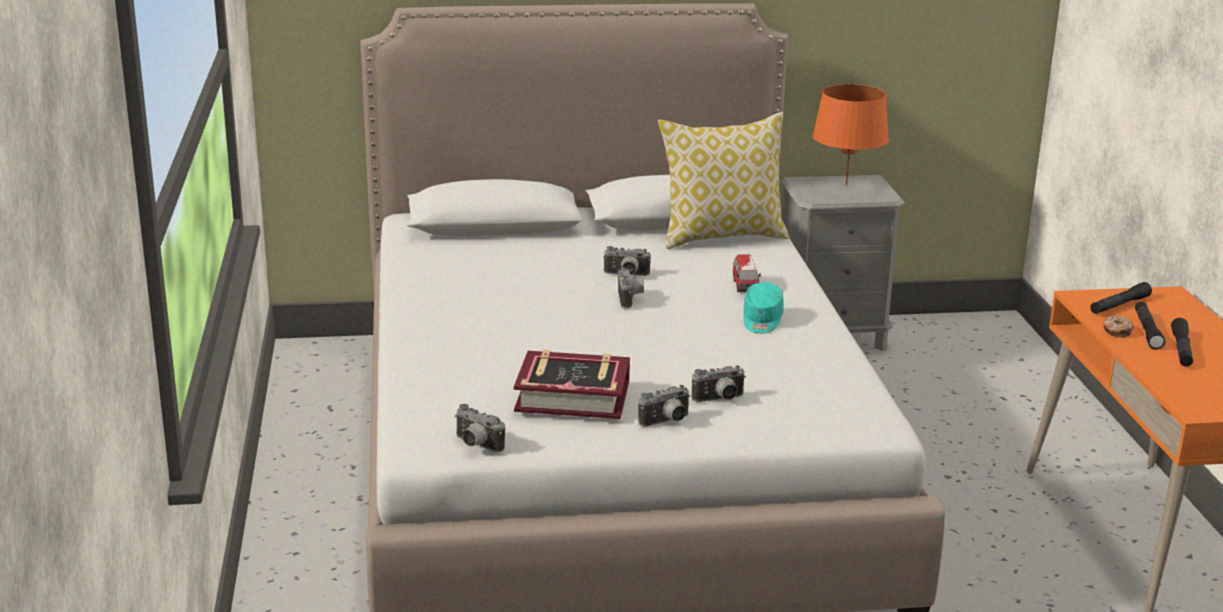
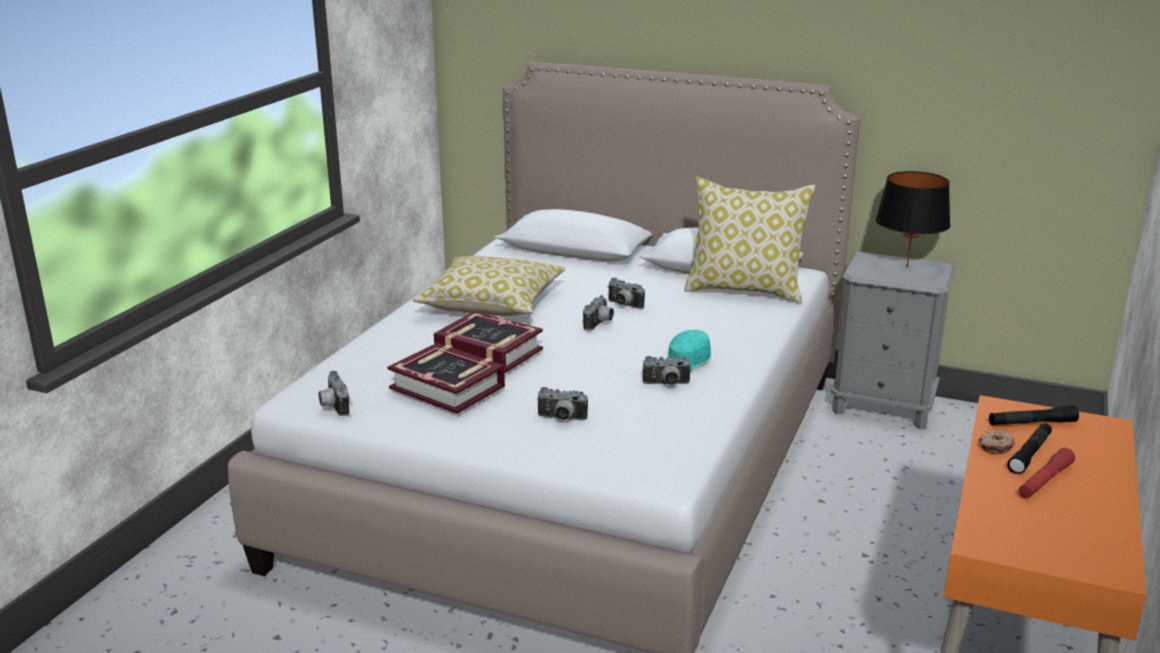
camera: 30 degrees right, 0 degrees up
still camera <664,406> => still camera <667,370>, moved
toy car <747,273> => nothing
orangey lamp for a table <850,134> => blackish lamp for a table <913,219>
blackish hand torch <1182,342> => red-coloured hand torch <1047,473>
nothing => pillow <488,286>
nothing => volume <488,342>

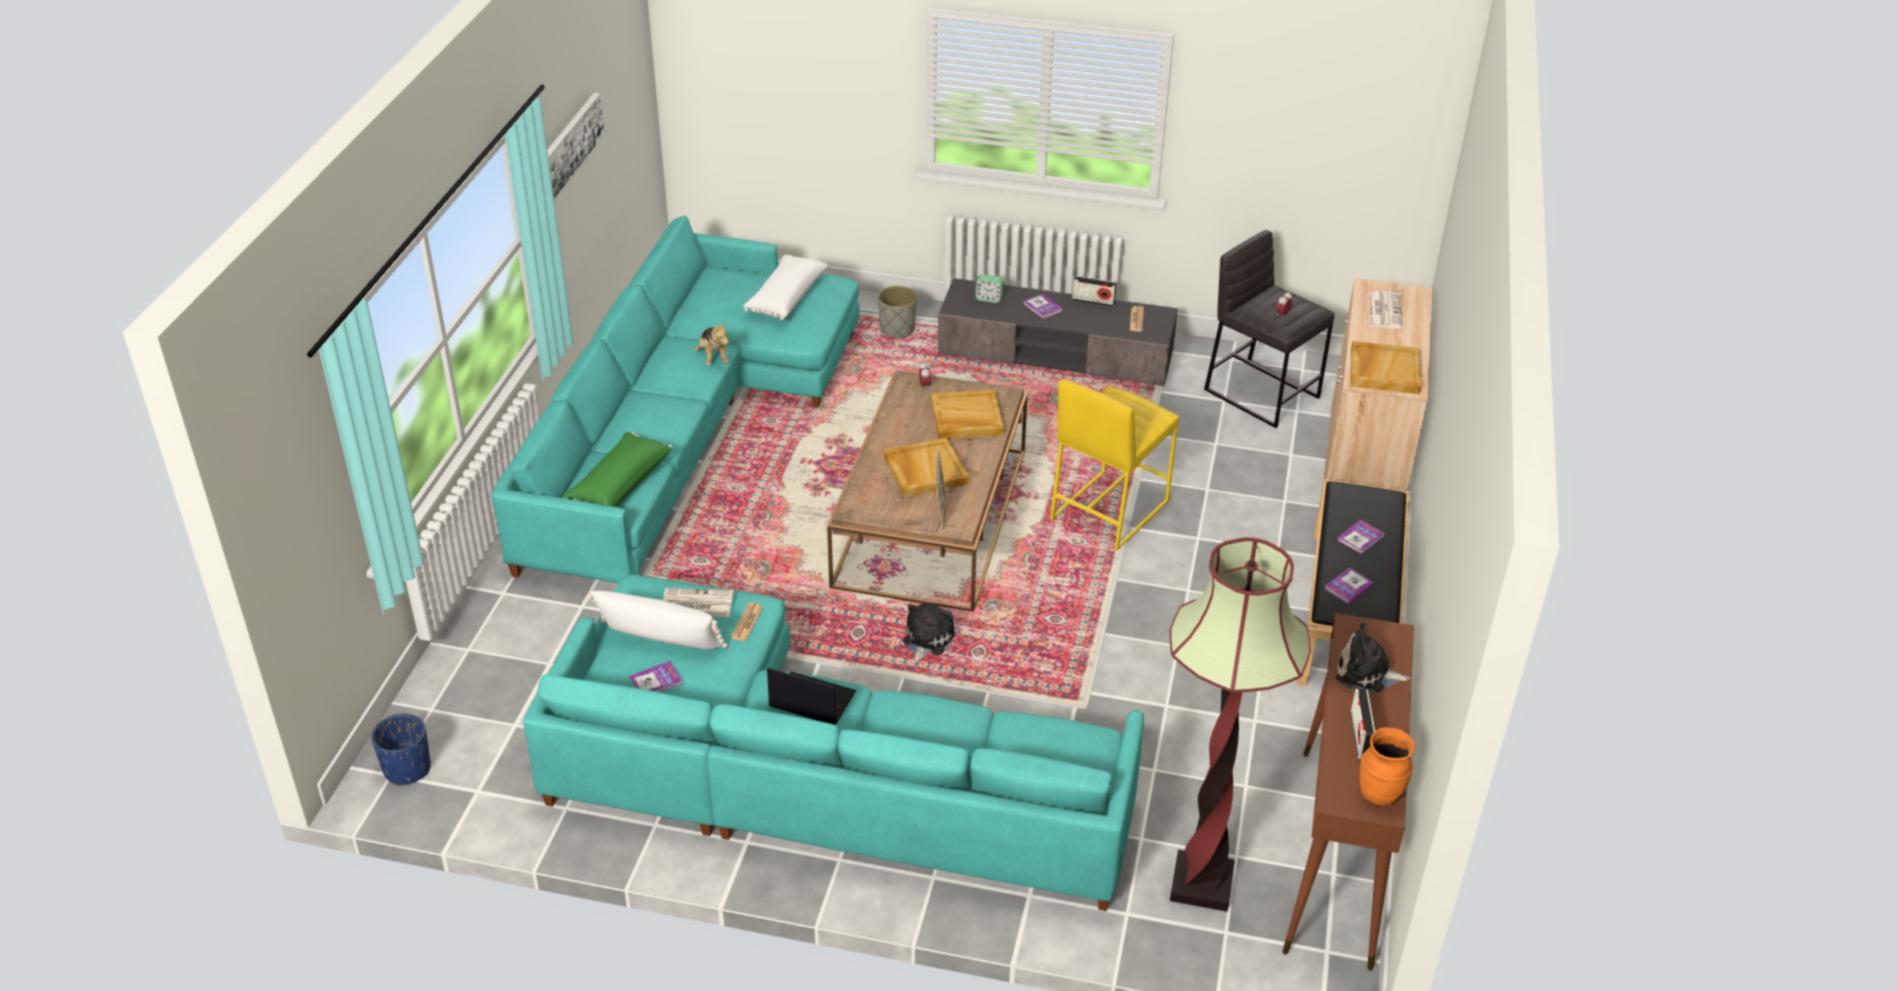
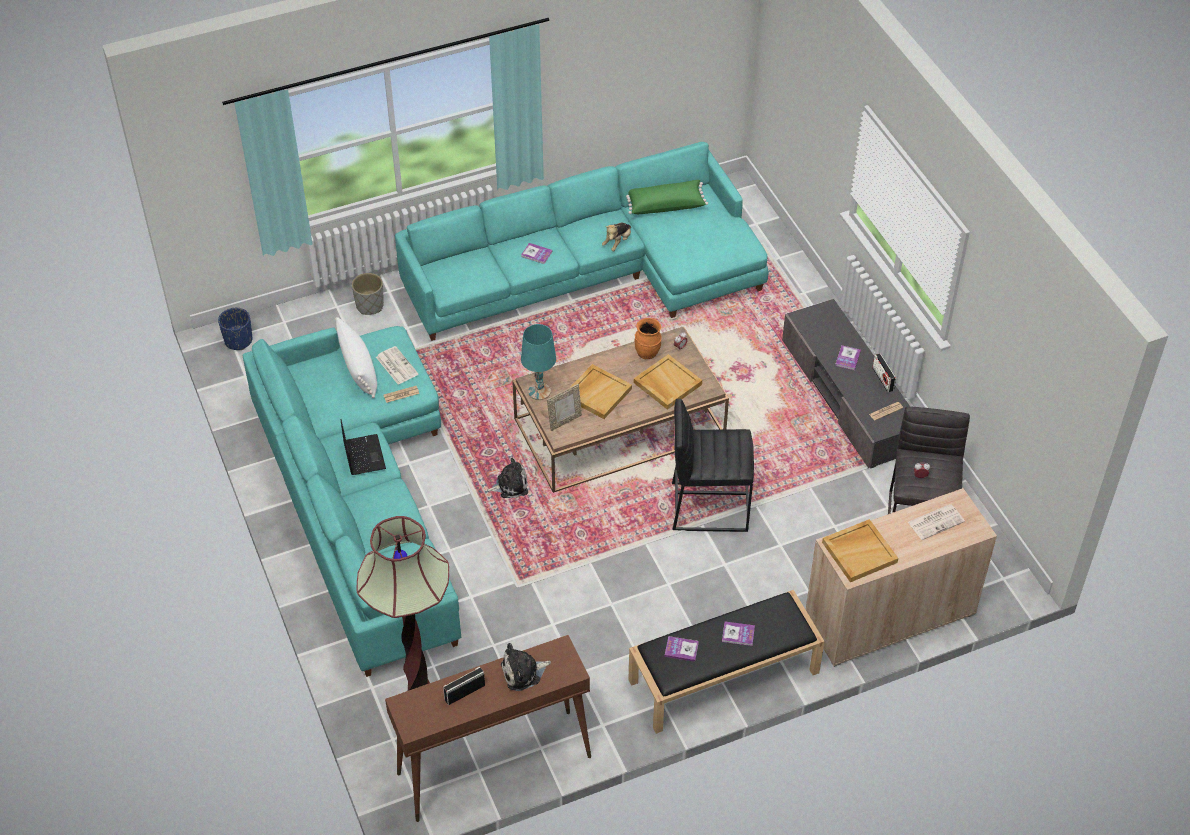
camera: 55 degrees right, 10 degrees up
wall art <575,146> => nothing
green-coloured pillow <618,469> => green-coloured pillow <667,197>, moved
volume <656,676> => volume <536,253>, moved
whitish pillow <785,287> => nothing
greyish flower pot <897,312> => greyish flower pot <368,294>, moved
alarm clock <989,288> => nothing
yellow sitting stool <1114,464> => blackish sitting stool <713,465>
soft toy <1373,657> => soft toy <526,667>, 90 degrees counterclockwise
orangey vase <1387,766> => orangey vase <648,338>, moved
nothing => turquoise-coloured lamp for a table <538,362>

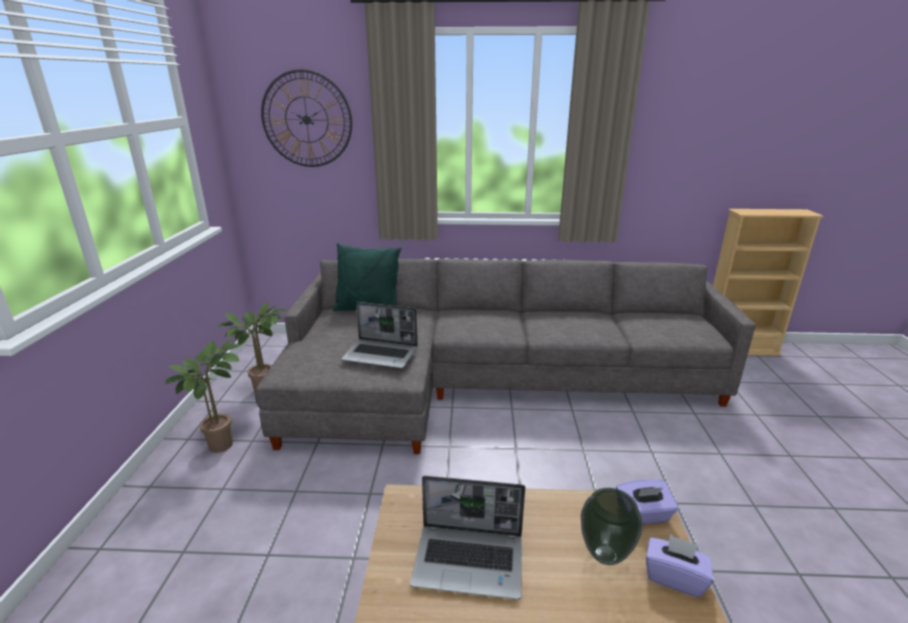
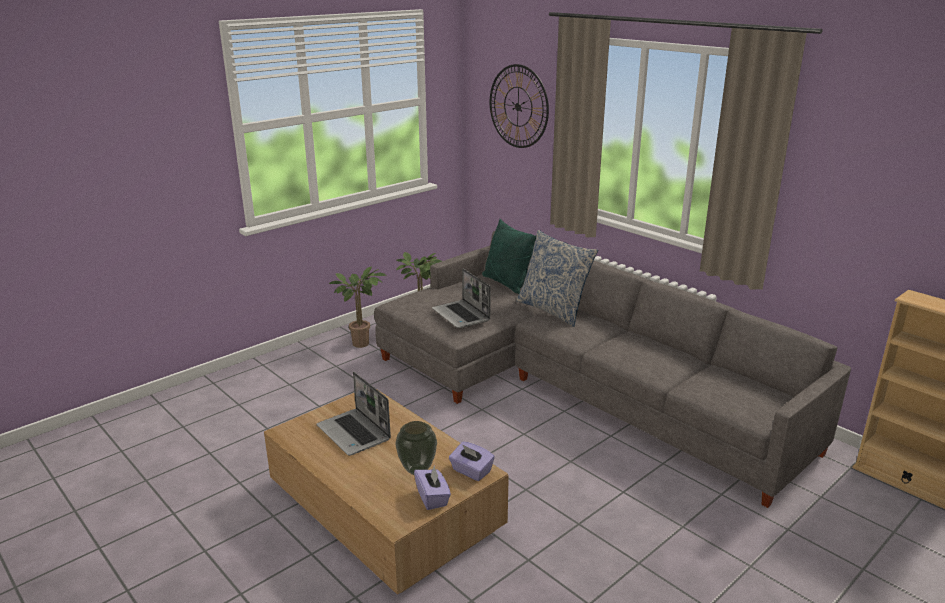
camera: 45 degrees right, 0 degrees up
nothing => pillow <557,278>

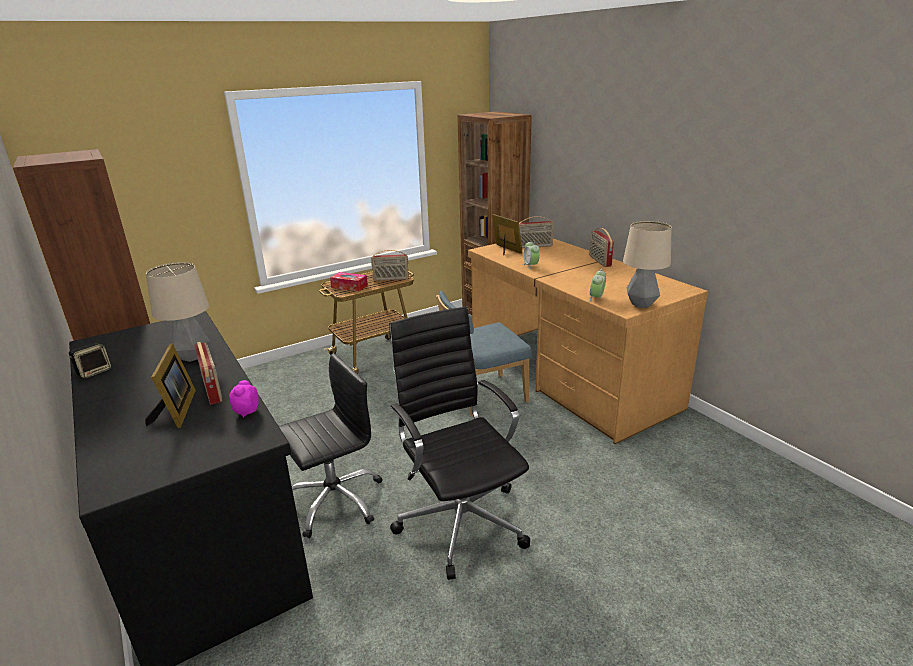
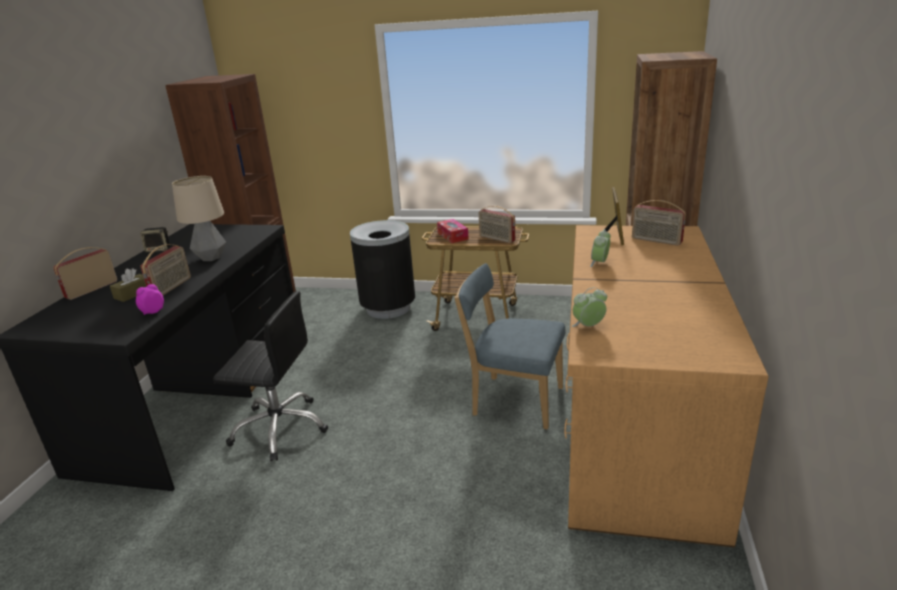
camera: 45 degrees right, 0 degrees up
photo frame <170,385> => brown box of tissues <128,285>
blackish desk chair <459,443> => nothing
radio receiver <601,247> => radio receiver <85,273>, moved
lamp for a table <647,264> => nothing
nothing => blackish waste bin <382,269>

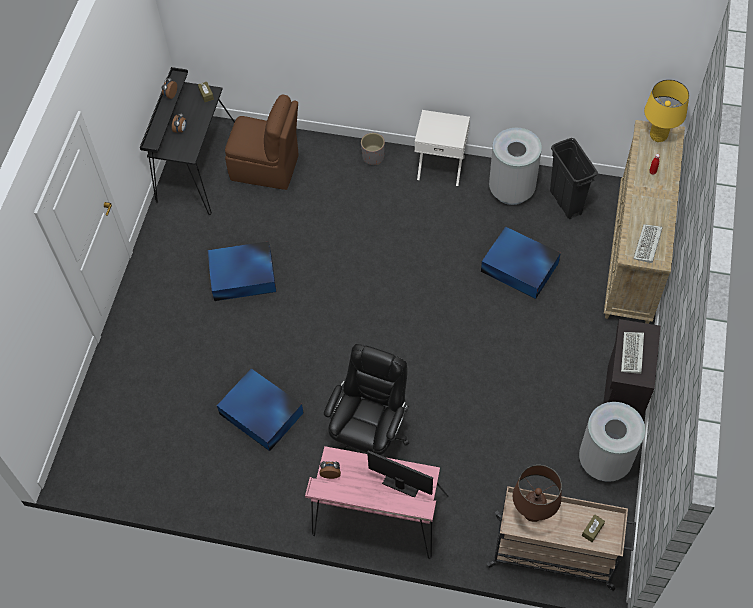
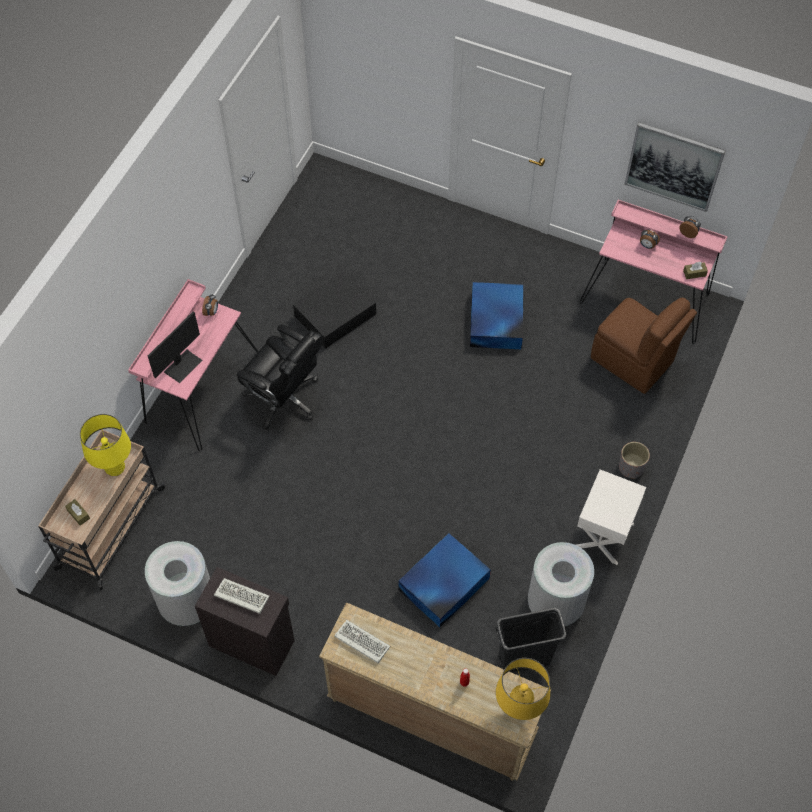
camera: 100 degrees right, 0 degrees up
blackish desk unit <187,141> => pinkish desk unit <654,272>
blue storage bin <260,409> => blackish storage bin <334,310>
brown chair <262,142> => brown chair <644,346>, 75 degrees counterclockwise
brown lamp for a table <537,493> => yellow lamp for a table <105,445>
nothing => wall art <675,167>

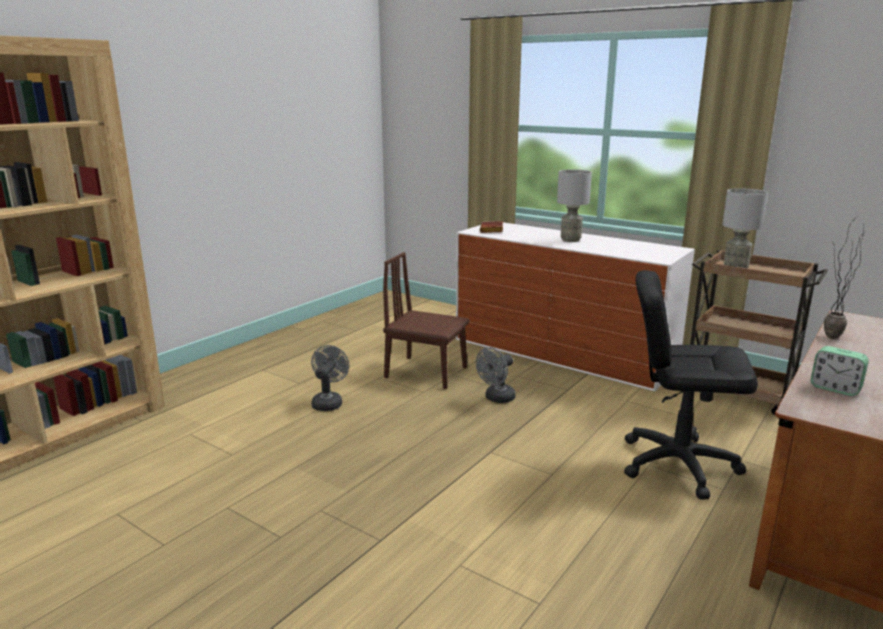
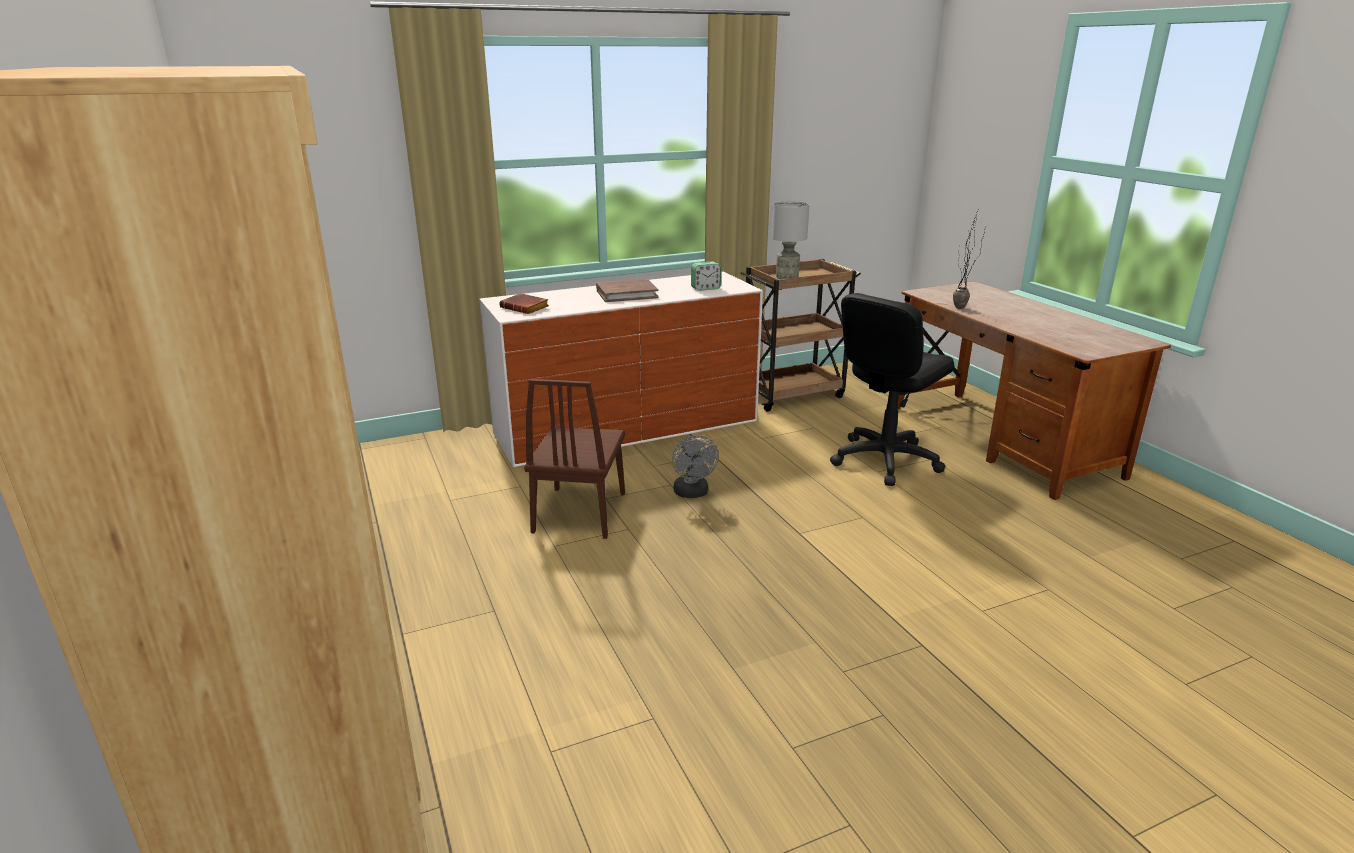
camera: 60 degrees left, 5 degrees up
greyish cooling fan <330,378> => nothing
brown chair <426,320> => brown chair <574,459>, 45 degrees counterclockwise
greyish lamp for a table <574,206> => brown volume <627,290>
alarm clock <839,371> => alarm clock <706,276>, moved

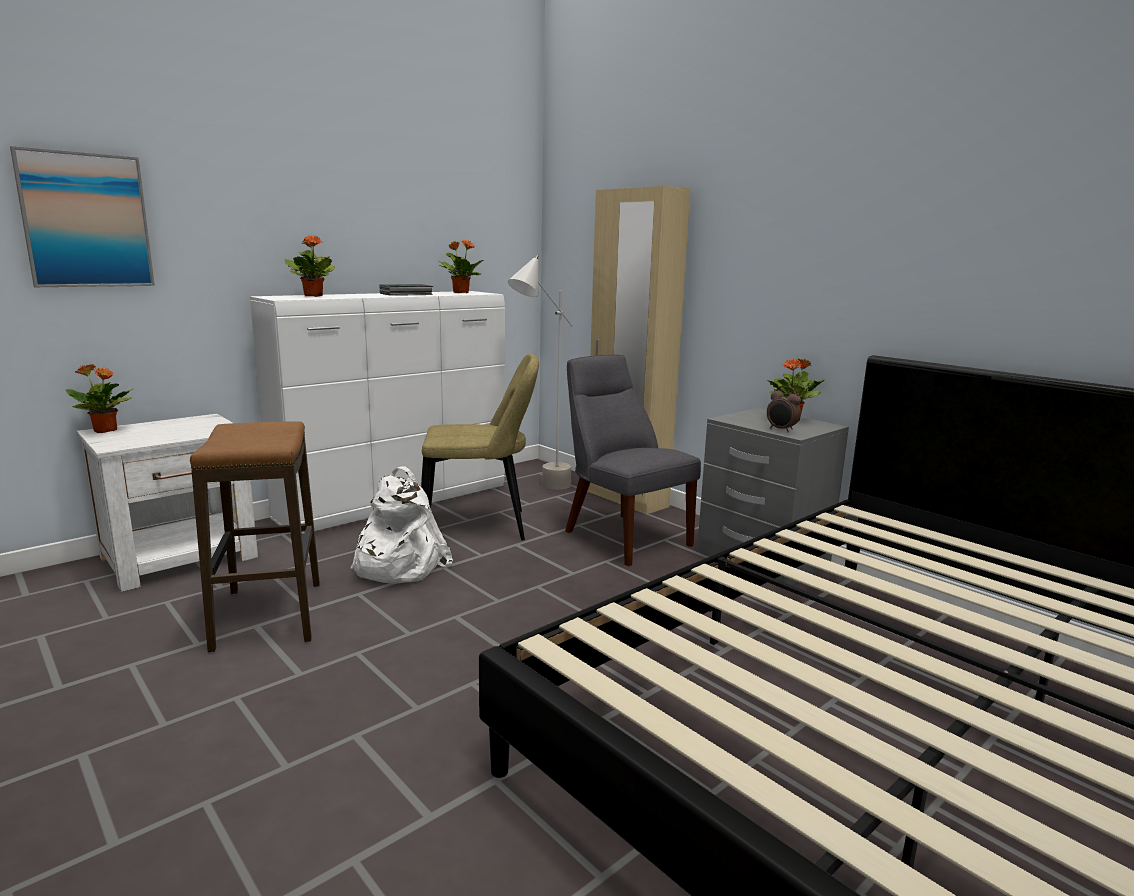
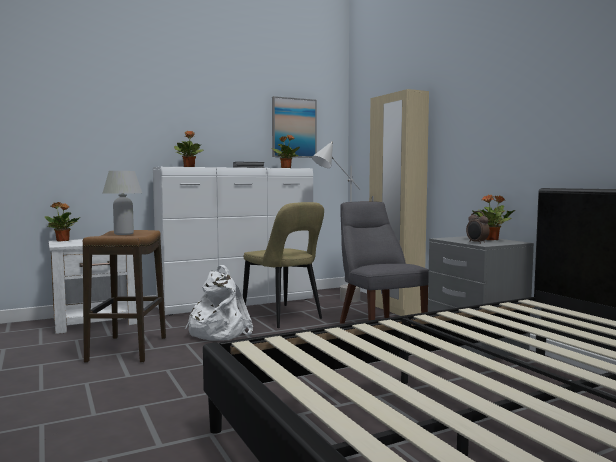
camera: 15 degrees right, 10 degrees down
wall art <82,216> => wall art <294,127>, moved
beige chair <480,447> => beige chair <283,265>, 45 degrees clockwise
nothing => whitish lamp for a table <122,203>

